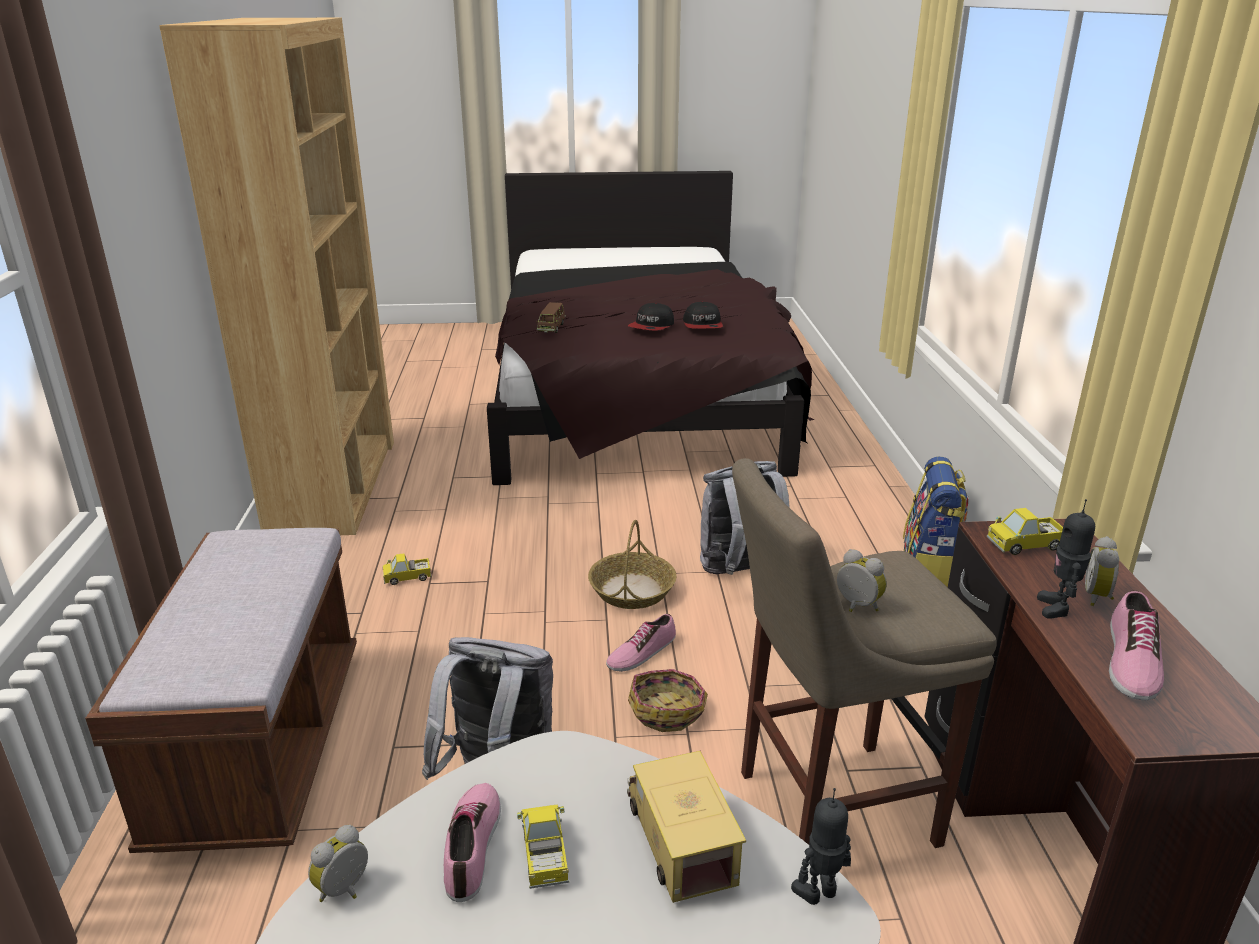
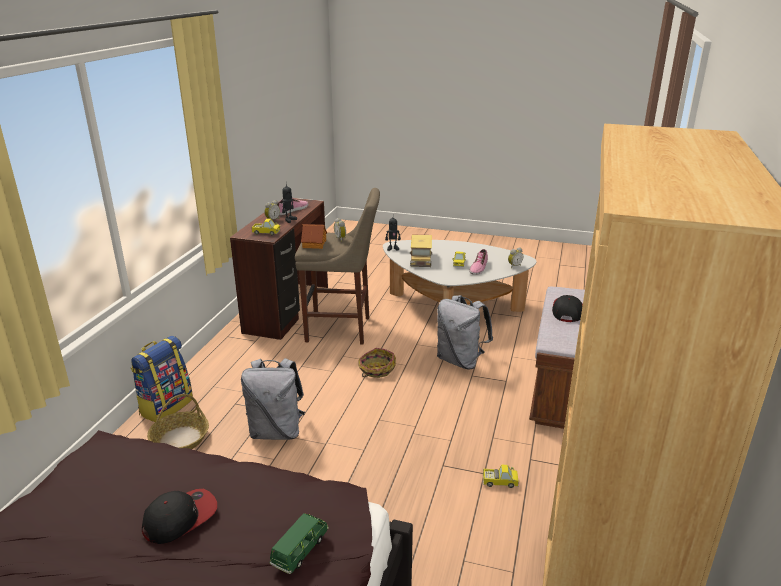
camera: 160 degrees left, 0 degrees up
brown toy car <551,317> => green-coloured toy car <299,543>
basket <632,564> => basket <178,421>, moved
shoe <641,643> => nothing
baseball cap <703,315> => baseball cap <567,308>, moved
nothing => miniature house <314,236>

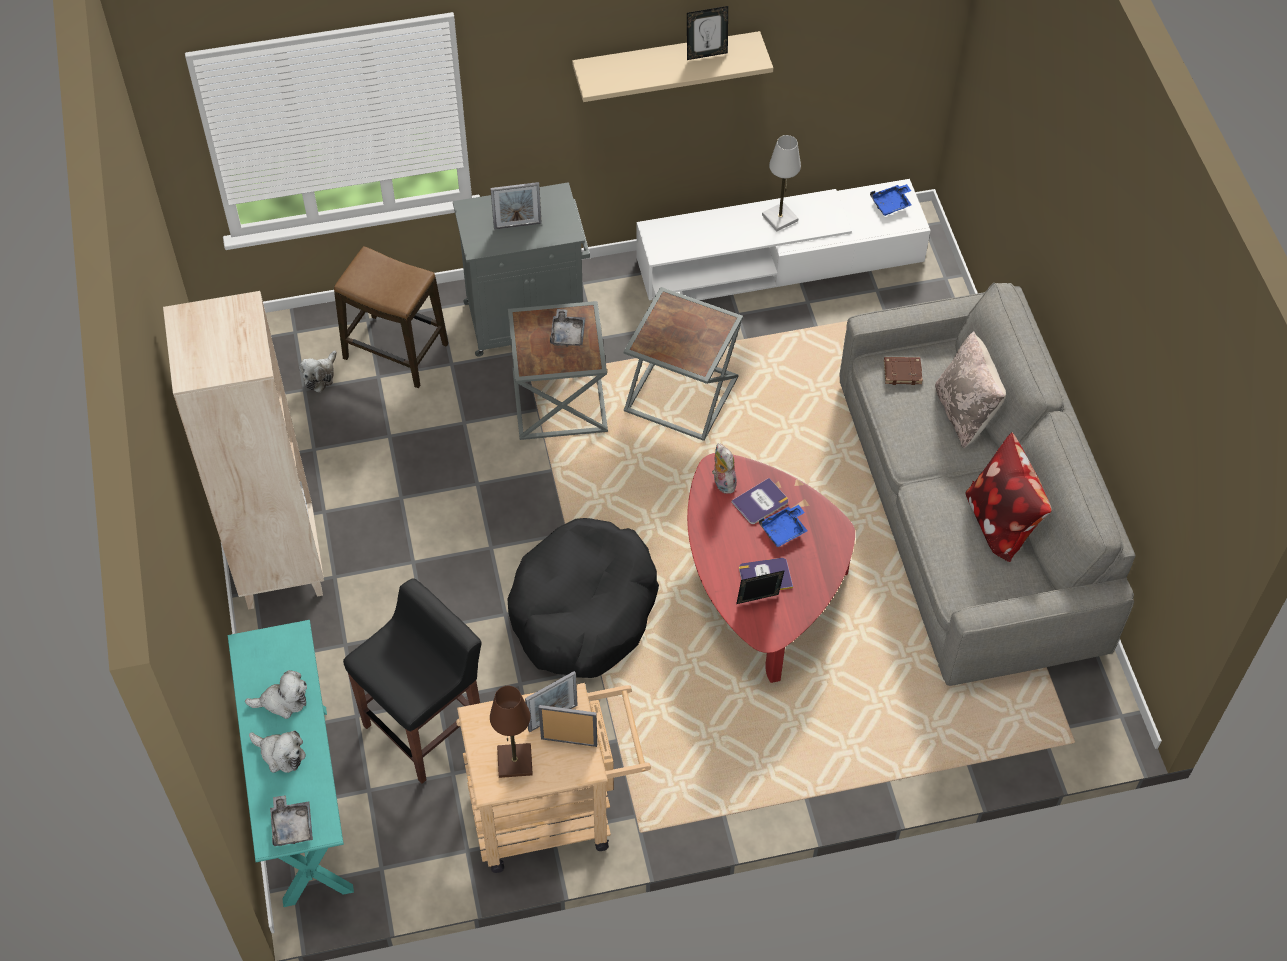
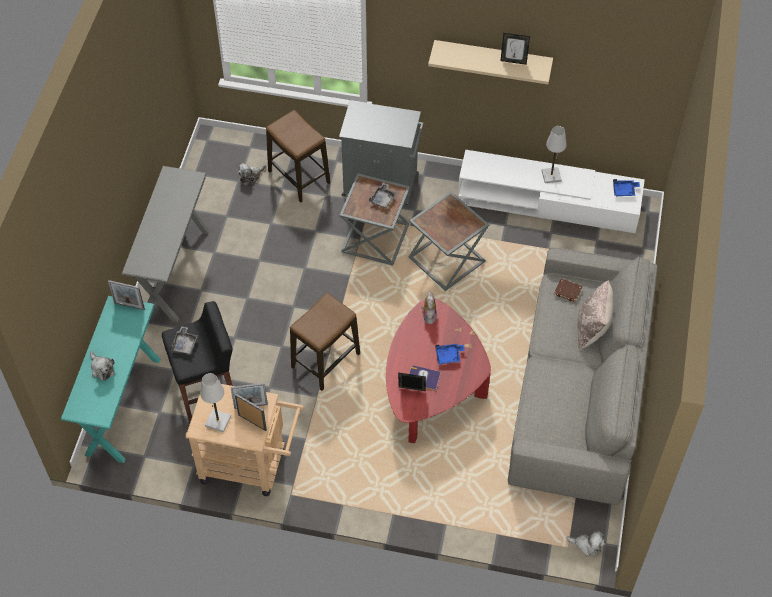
camera: 25 degrees right, 0 degrees up
beige bookcase <243,450> => greyish narrow table <166,244>
soft toy <276,694> => soft toy <585,543>, moved
greyish carrying tray <291,820> => greyish carrying tray <184,340>, moved
photo frame <516,206> => photo frame <126,295>, moved
brown lamp for a table <511,732> => whitish lamp for a table <215,402>
blackish dog cushion <583,598> => sitting stool <325,342>
volume <759,501> => nothing
pillow <1009,497> => nothing

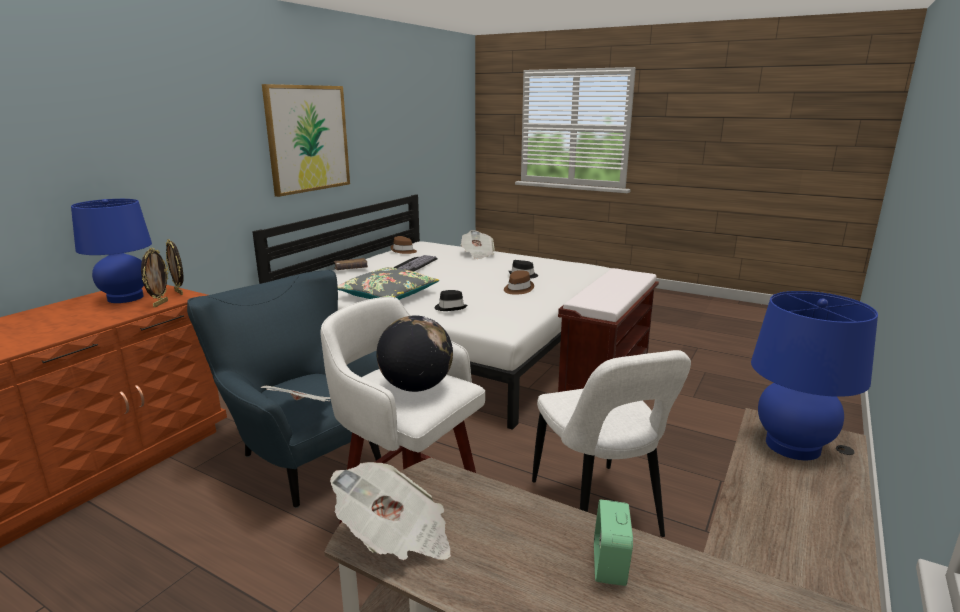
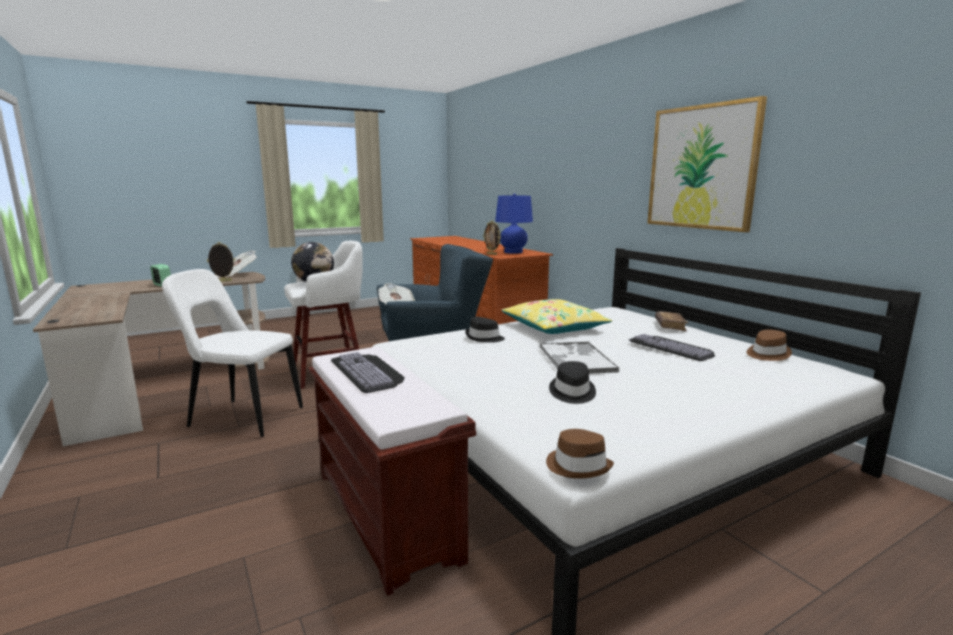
camera: 120 degrees right, 5 degrees down
photo frame <175,267> => photo frame <221,262>, moved
greyish pillow <388,283> => yellow pillow <556,316>
daily paper <478,244> => nothing
brown clothing hat <519,282> => brown clothing hat <580,454>, moved
blue lamp for a table <814,375> => nothing
nothing => computer keyboard <368,372>
nothing => carrying tray <579,358>

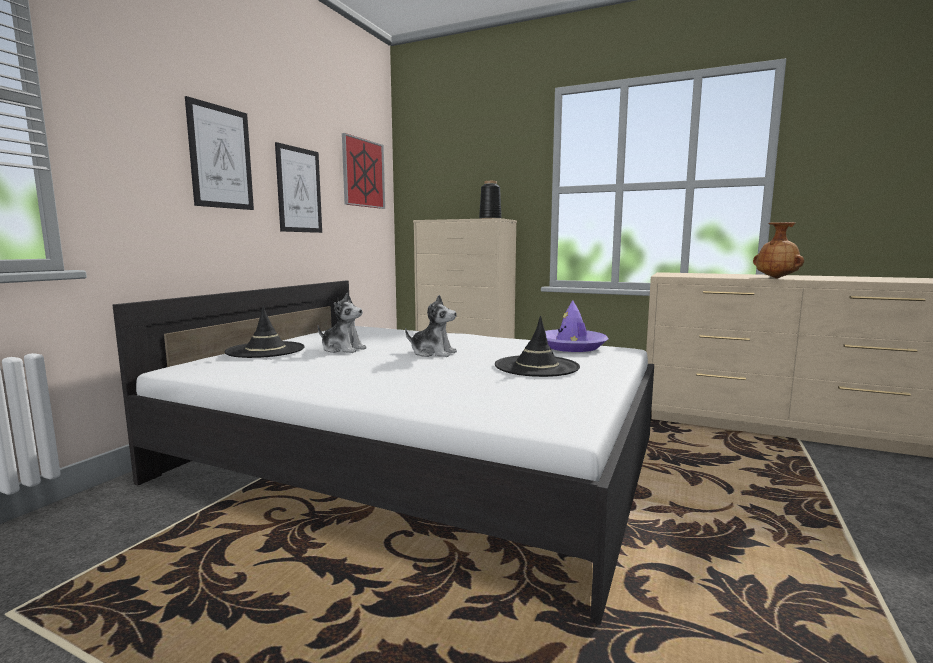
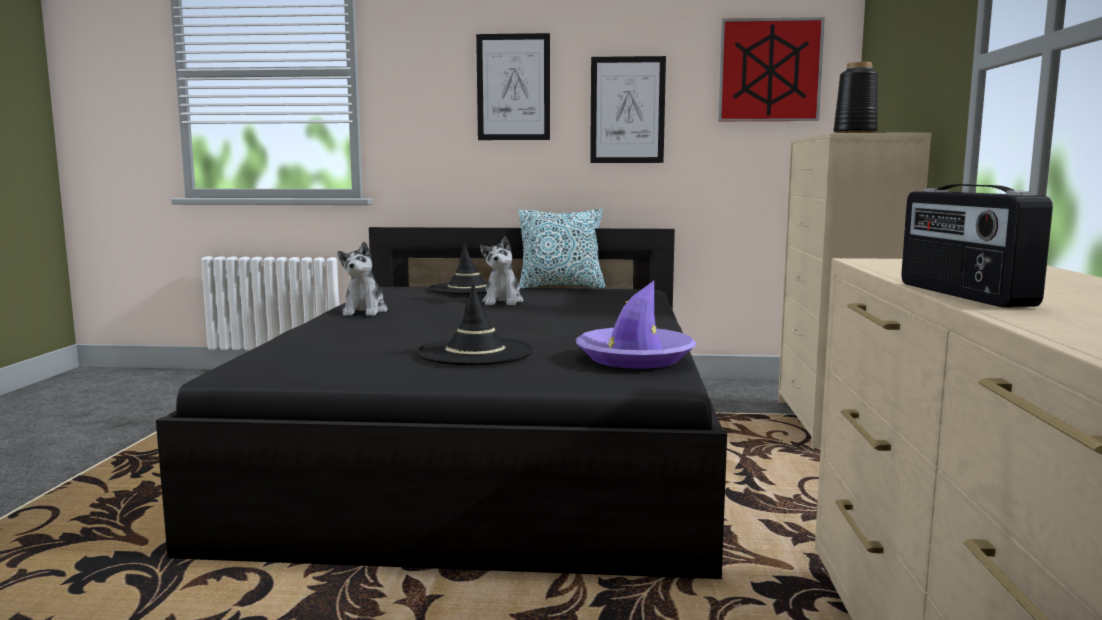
camera: 70 degrees right, 0 degrees up
whitish sleeping bed <383,453> => blackish sleeping bed <441,403>
soft toy <431,326> => soft toy <362,278>, moved
brown vase <778,250> => radio receiver <977,246>
nothing => pillow <561,249>

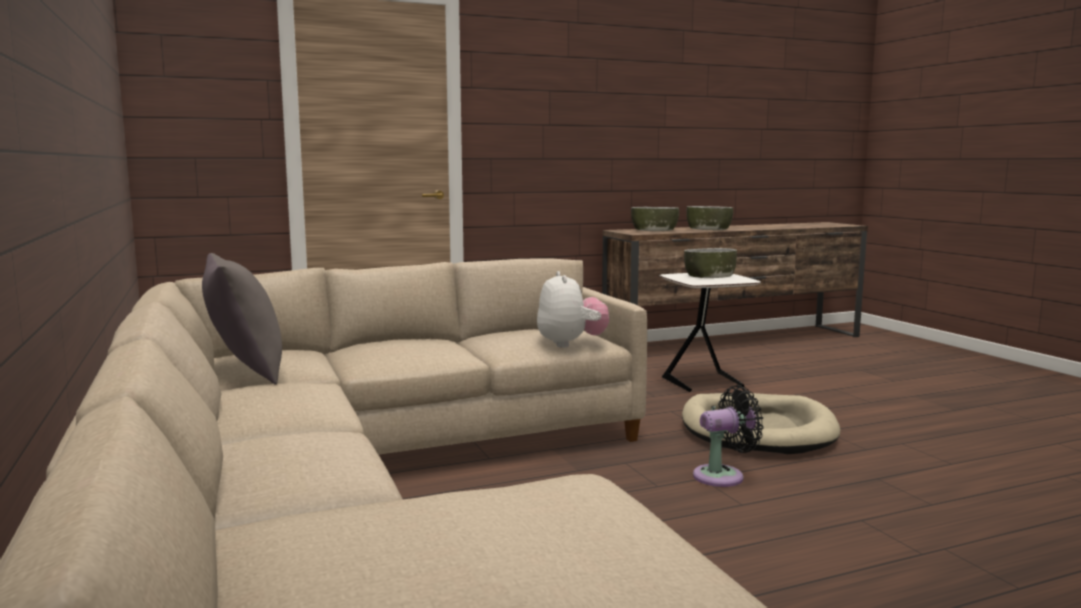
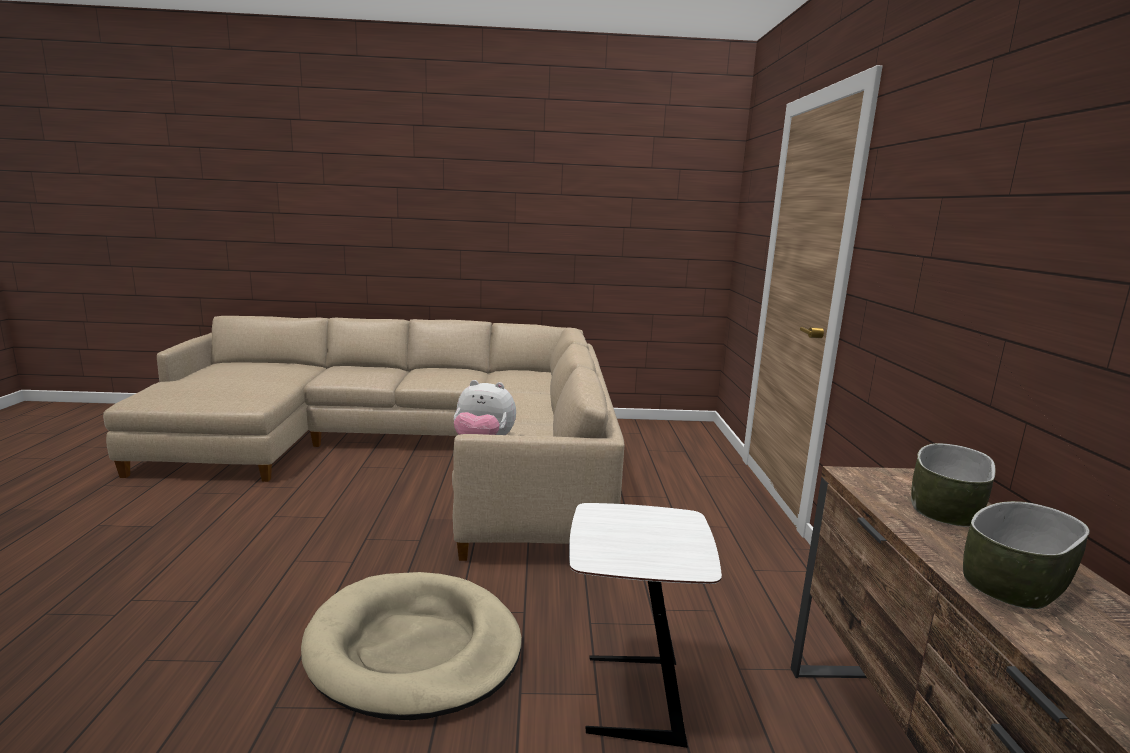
camera: 110 degrees right, 5 degrees up
greyish pillow <242,319> => nothing
serving bowl <710,263> => nothing
blackish cooling fan <728,436> => nothing

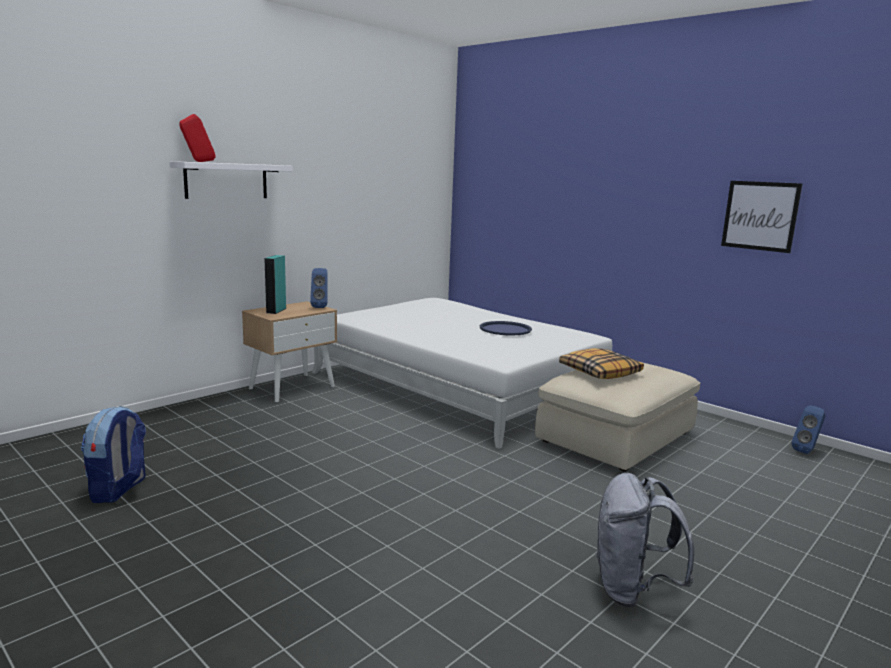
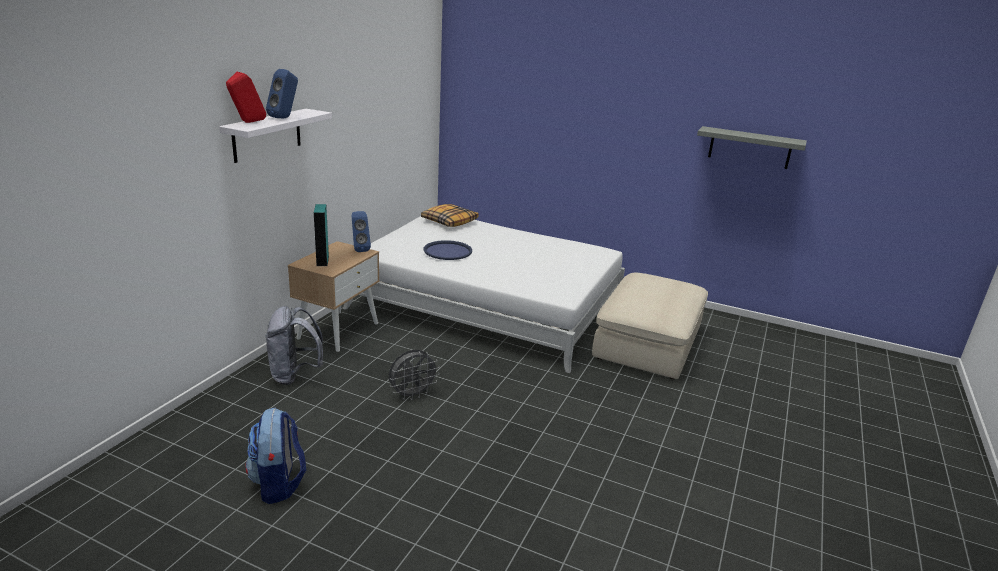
camera: 20 degrees left, 10 degrees up
blue carrying tray <506,328> => blue carrying tray <447,250>, moved
pillow <601,363> => pillow <450,215>, moved
greyish backpack <644,540> => greyish backpack <294,345>, moved
wall art <761,217> => greyish bracket shelf <752,147>
blue loudspeaker <808,429> => blue loudspeaker <282,93>, moved
nothing => greyish cooling fan <414,375>

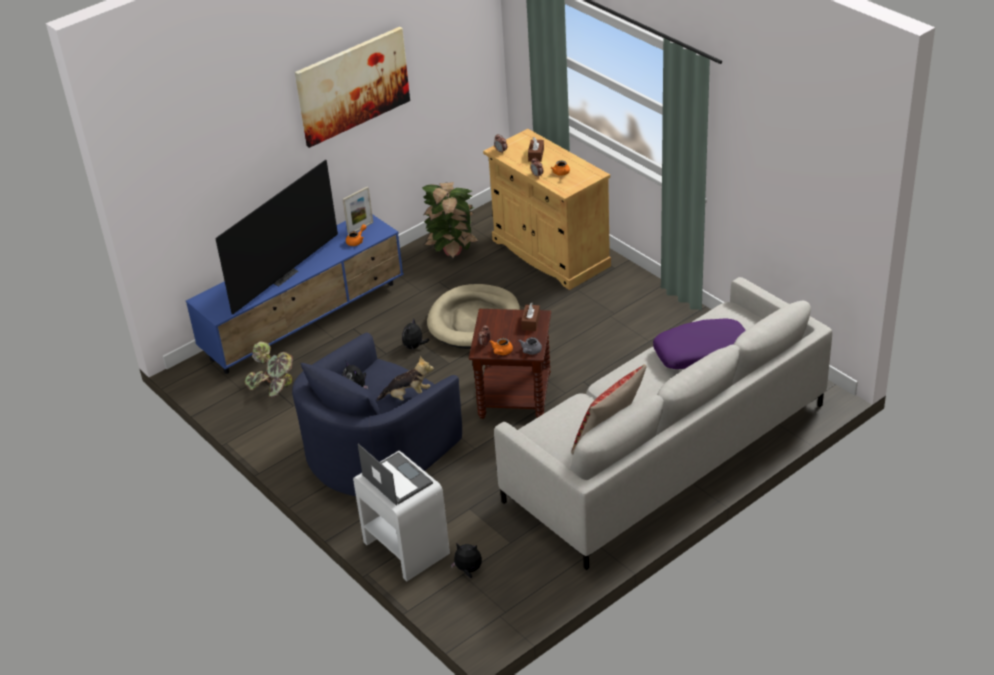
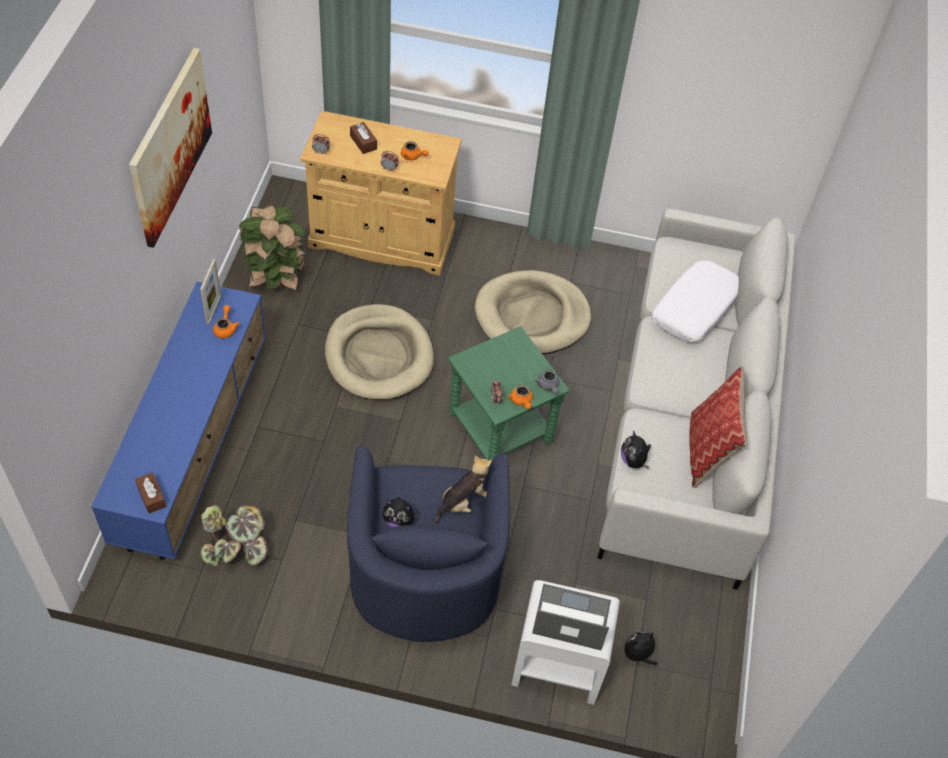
camera: 45 degrees left, 15 degrees up
television <276,237> => nothing
soft toy <416,334> => soft toy <636,449>, moved
brown accent table <510,364> => green-coloured accent table <508,397>
brown box of tissues <530,316> => brown box of tissues <150,492>, moved
purplish pillow <699,343> => whitish pillow <695,301>
nothing => beige dog cushion <533,312>

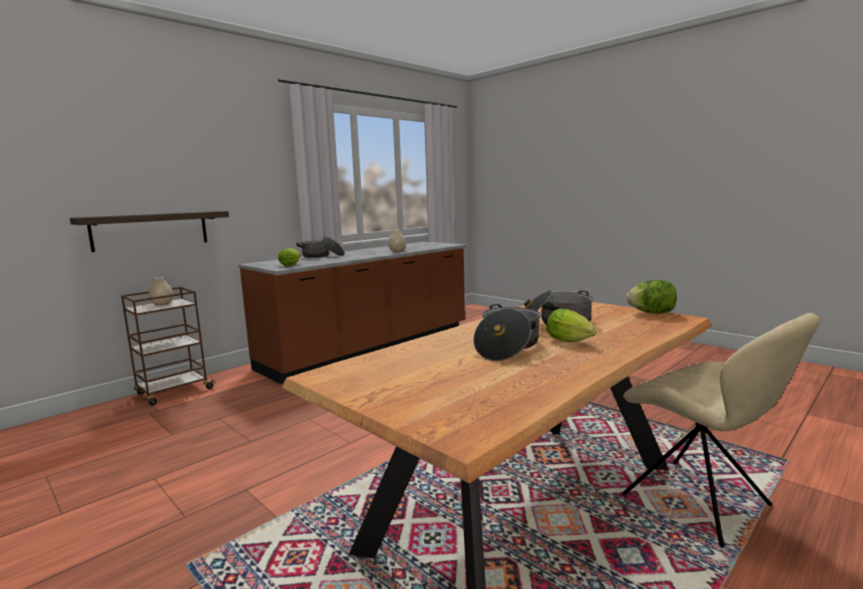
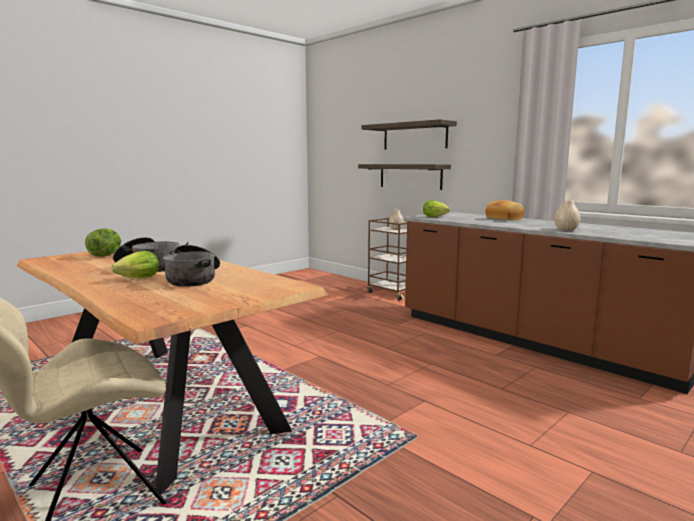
camera: 90 degrees right, 0 degrees up
saucepot <320,247> => bakery bread <504,210>
lettuce <651,297> => lettuce <103,243>, moved
nothing => bracket shelf <409,134>

